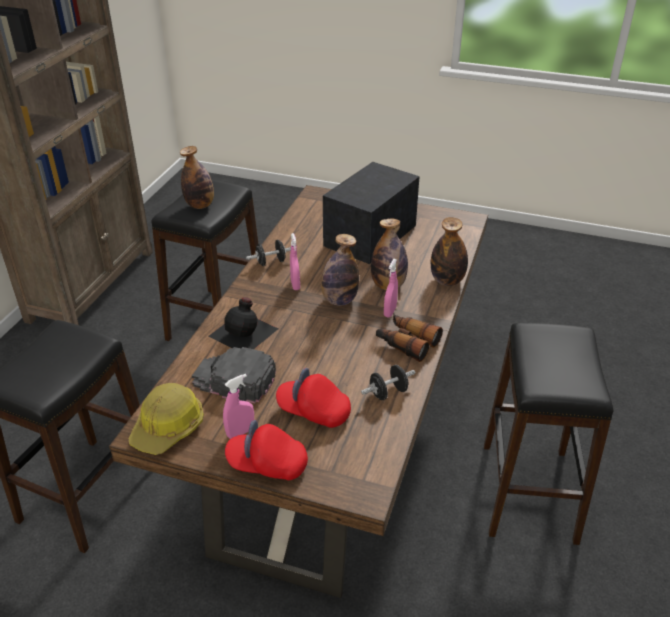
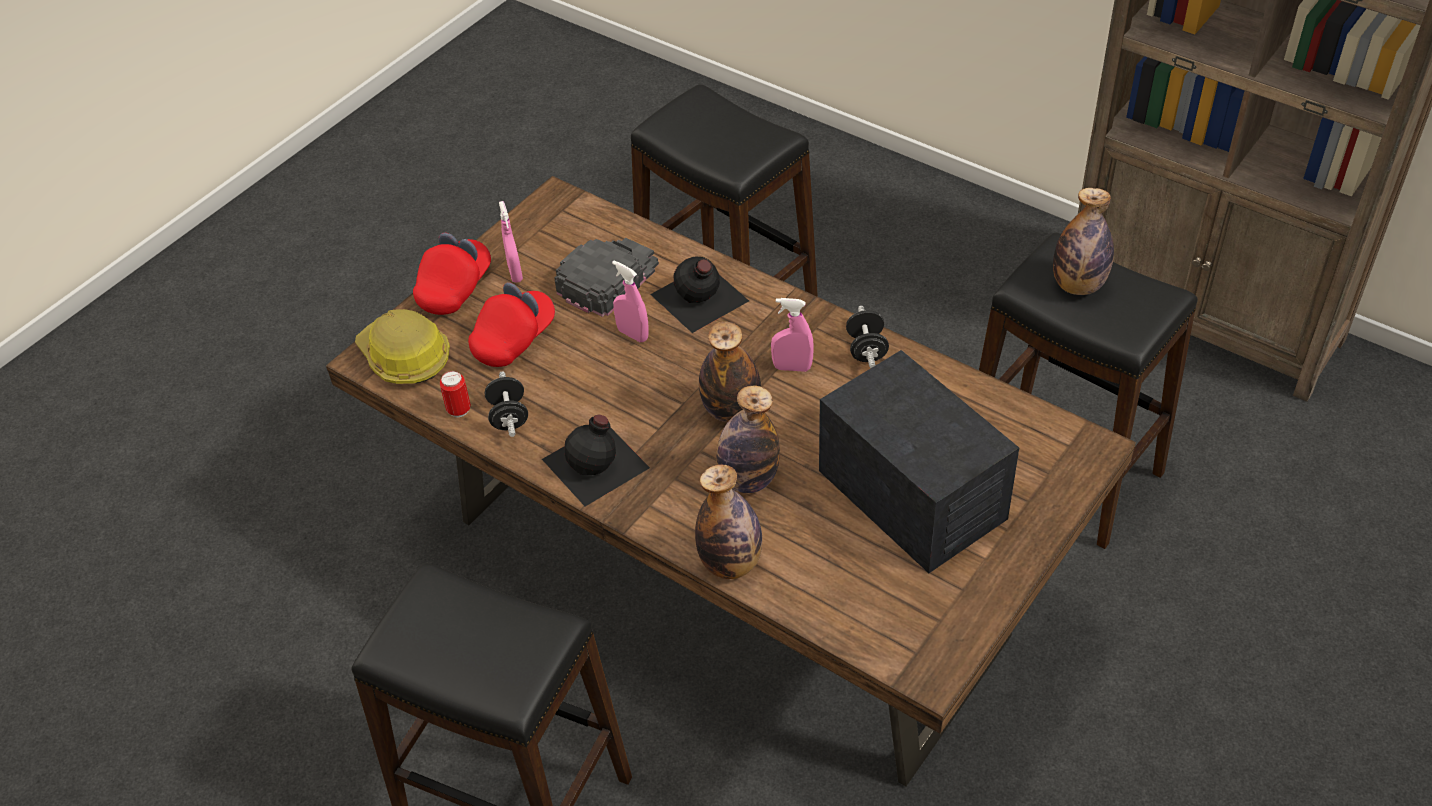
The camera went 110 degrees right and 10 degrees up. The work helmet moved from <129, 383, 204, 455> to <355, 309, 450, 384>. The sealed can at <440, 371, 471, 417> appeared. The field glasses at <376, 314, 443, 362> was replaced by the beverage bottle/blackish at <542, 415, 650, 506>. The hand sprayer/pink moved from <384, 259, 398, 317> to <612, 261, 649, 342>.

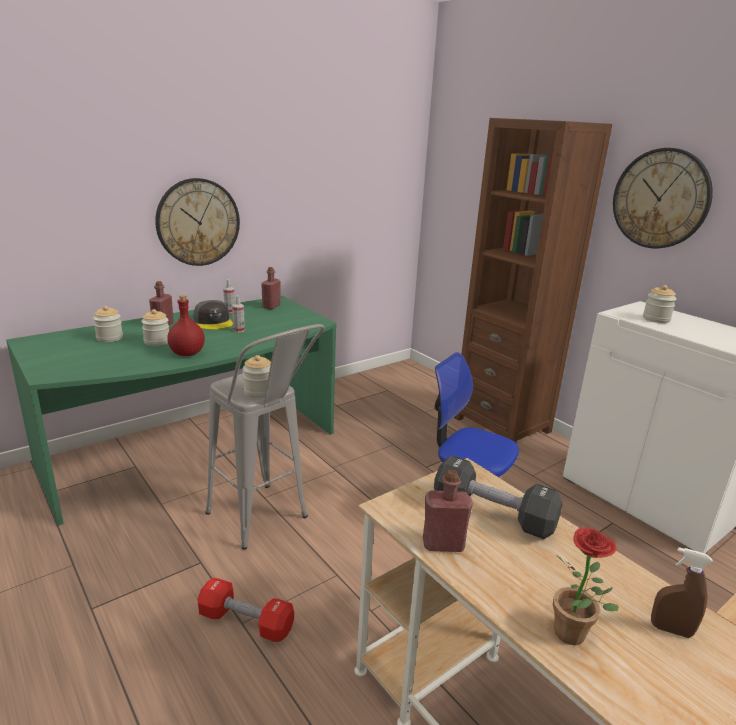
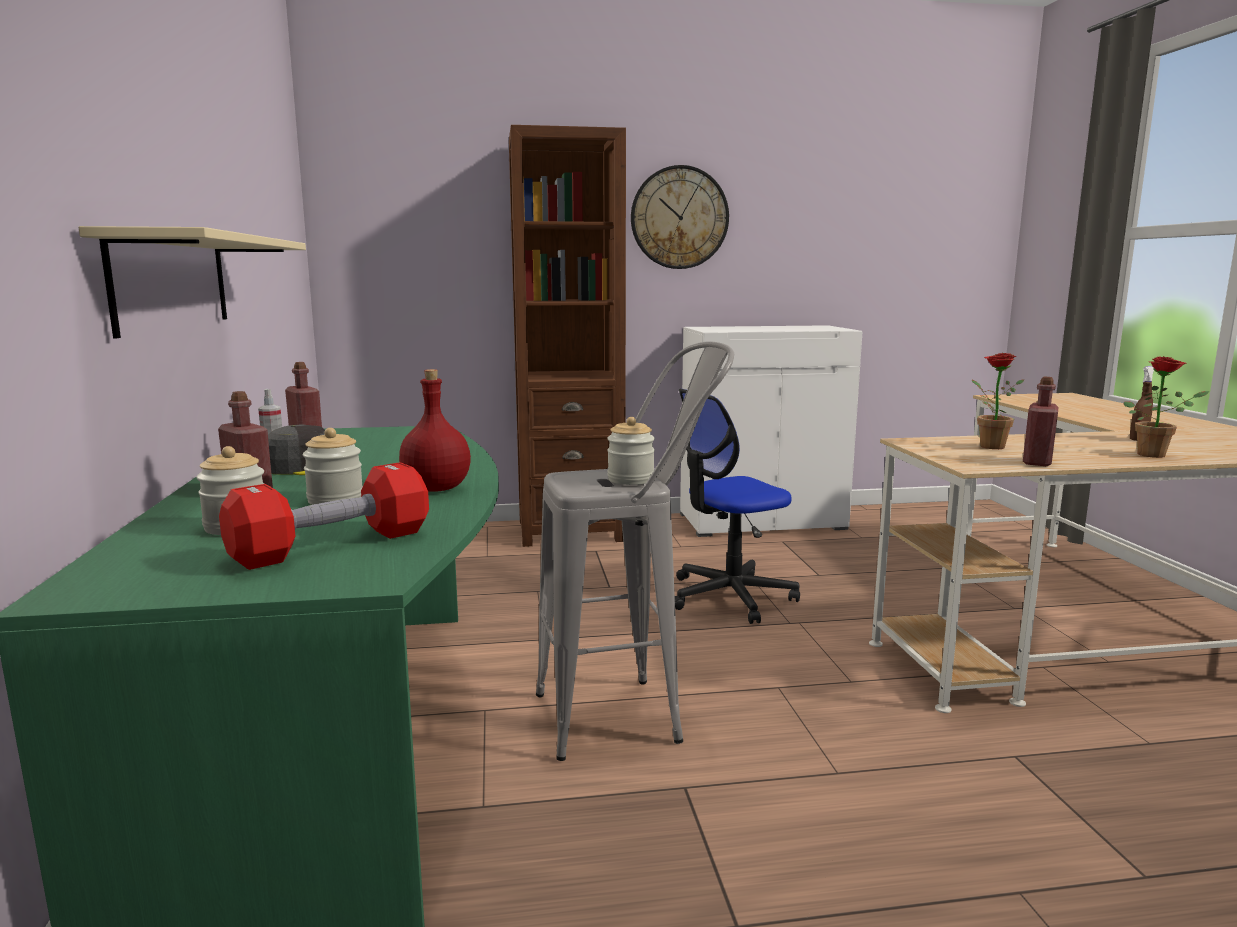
The camera went 60 degrees left and 10 degrees down. The hanging clock at <155, 178, 240, 266> was replaced by the shelf/beige-coloured at <78, 226, 306, 339>. The dumbbell/red moved from <197, 578, 294, 642> to <219, 462, 429, 570>. The dumbbell/blackish at <434, 455, 563, 539> was replaced by the potted plant at <972, 353, 1025, 449>. The hand sprayer at <232, 295, 245, 332> disappeared. The jar at <643, 285, 677, 323> disappeared.

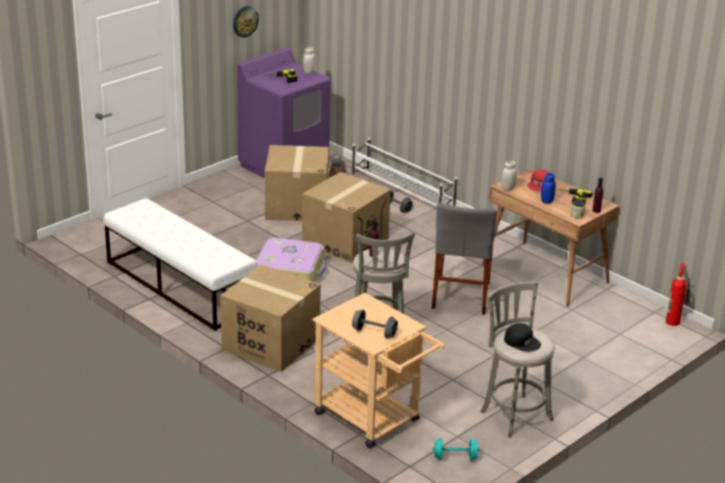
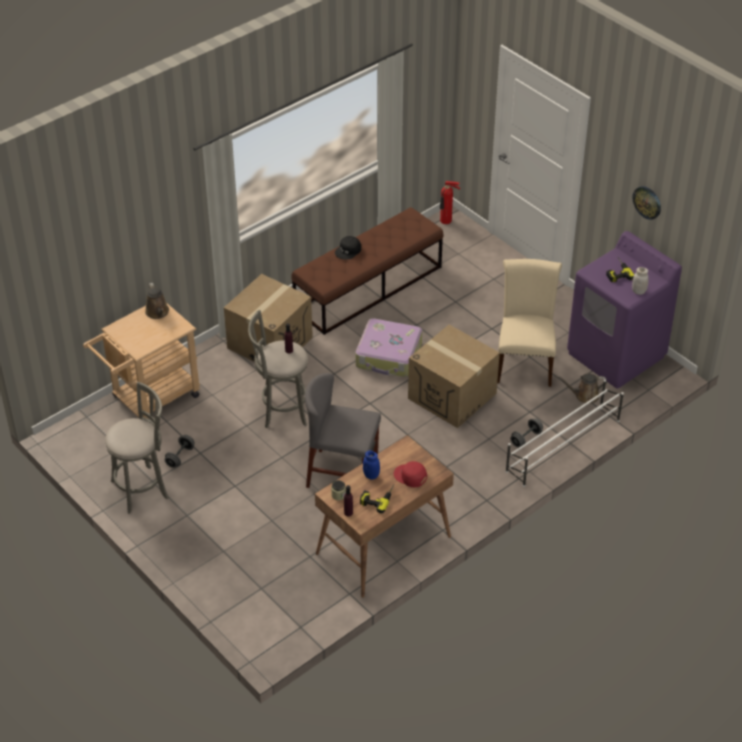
The camera went 95 degrees right and 15 degrees up. The sprinkling can/brownish at <145, 283, 169, 319> appeared. The dumbbell/grey moved from <352, 310, 398, 338> to <165, 435, 194, 468>. The indoor bench/white at <103, 198, 258, 331> became the indoor bench/brownish at <291, 207, 443, 335>. The peaked cap/blackish moved from <504, 323, 541, 352> to <335, 236, 361, 260>. The fire-fighting cylinder moved from <666, 263, 690, 326> to <440, 181, 460, 224>. The packing box at <265, 145, 329, 221> was replaced by the upright chair/beige-coloured at <497, 259, 562, 387>. The dumbbell/blue-green at <433, 438, 479, 460> disappeared. The jar/white at <501, 161, 517, 191> disappeared.

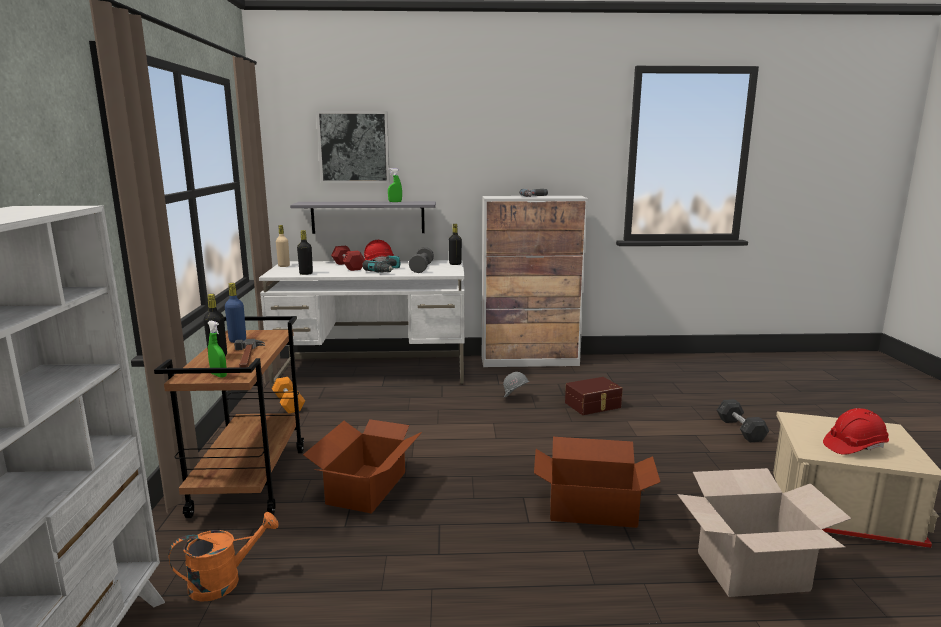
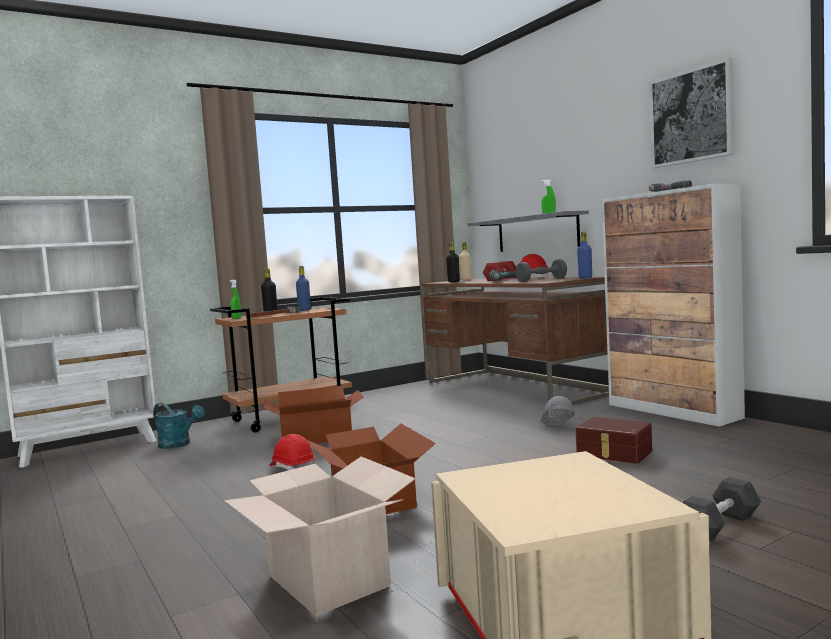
The camera went 60 degrees right and 10 degrees down. The sprinkling can/orangey at <168, 512, 279, 602> became the sprinkling can/blue-green at <153, 403, 205, 449>. The work helmet/red moved from <823, 408, 889, 455> to <269, 434, 315, 470>. The desk unit/white at <259, 260, 465, 387> became the desk unit/brownish at <422, 277, 609, 405>. The beverage bottle/blackish at <449, 224, 462, 265> became the beverage bottle/blue at <577, 232, 592, 279>. The picture moved from <316, 111, 390, 183> to <649, 57, 735, 168>. The dumbbell/orangey at <272, 377, 305, 413> disappeared.

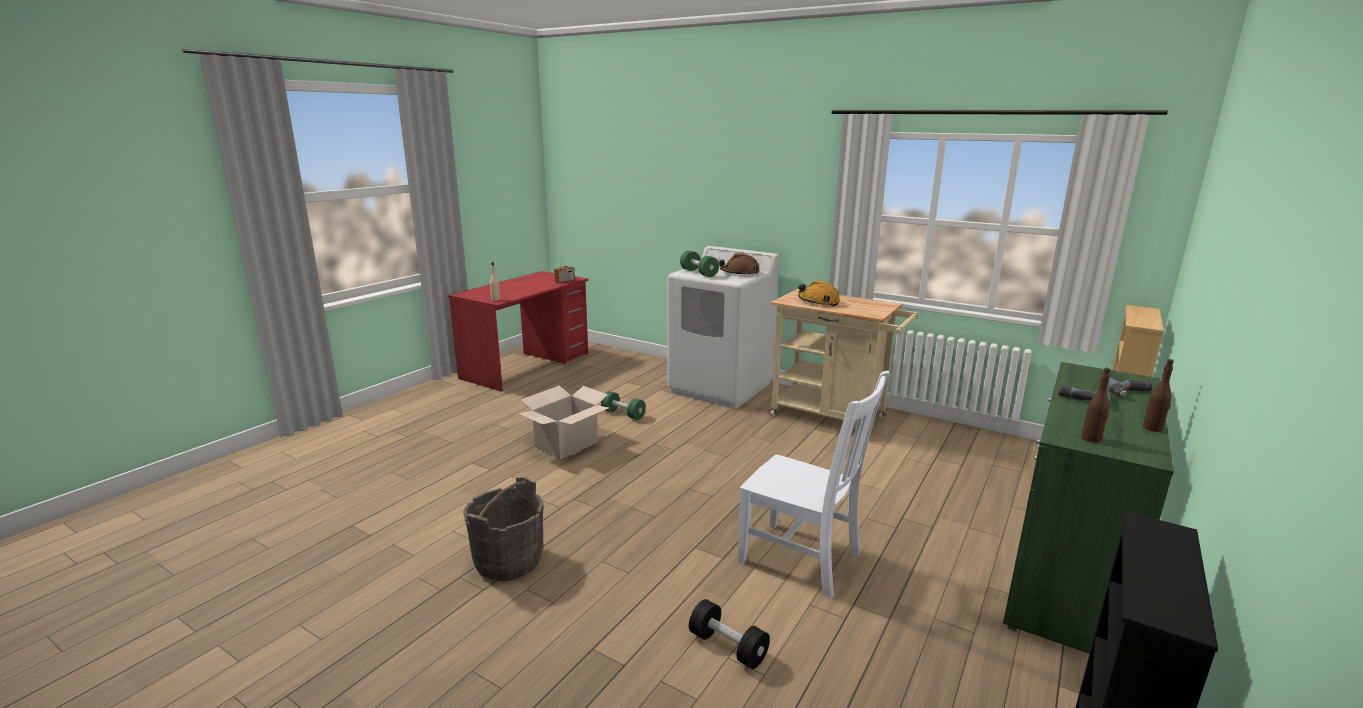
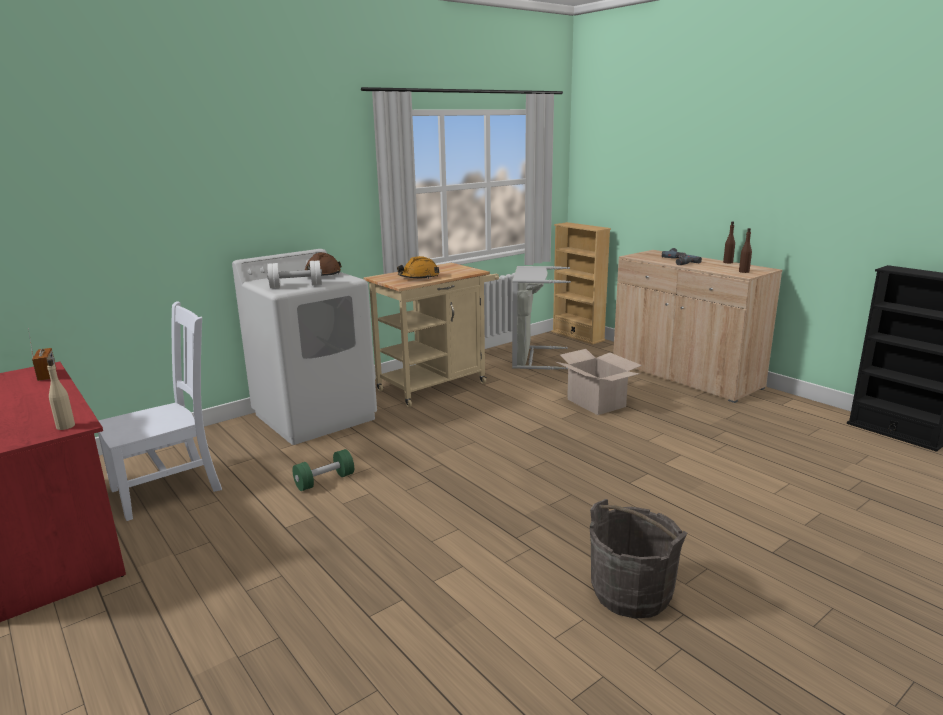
The camera went 70 degrees left and 0 degrees up. The upright chair/white moved from <737, 371, 889, 598> to <98, 301, 222, 521>. The dumbbell/greenish at <680, 251, 719, 277> became the dumbbell/white at <267, 260, 322, 288>. The hamper/grey at <512, 266, 571, 370> appeared. The packing box moved from <518, 385, 609, 459> to <556, 349, 642, 415>. The cabinet/greenish at <1003, 362, 1174, 654> became the cabinet/beige-coloured at <613, 250, 782, 403>. The dumbbell/blackish at <689, 599, 770, 669> disappeared.

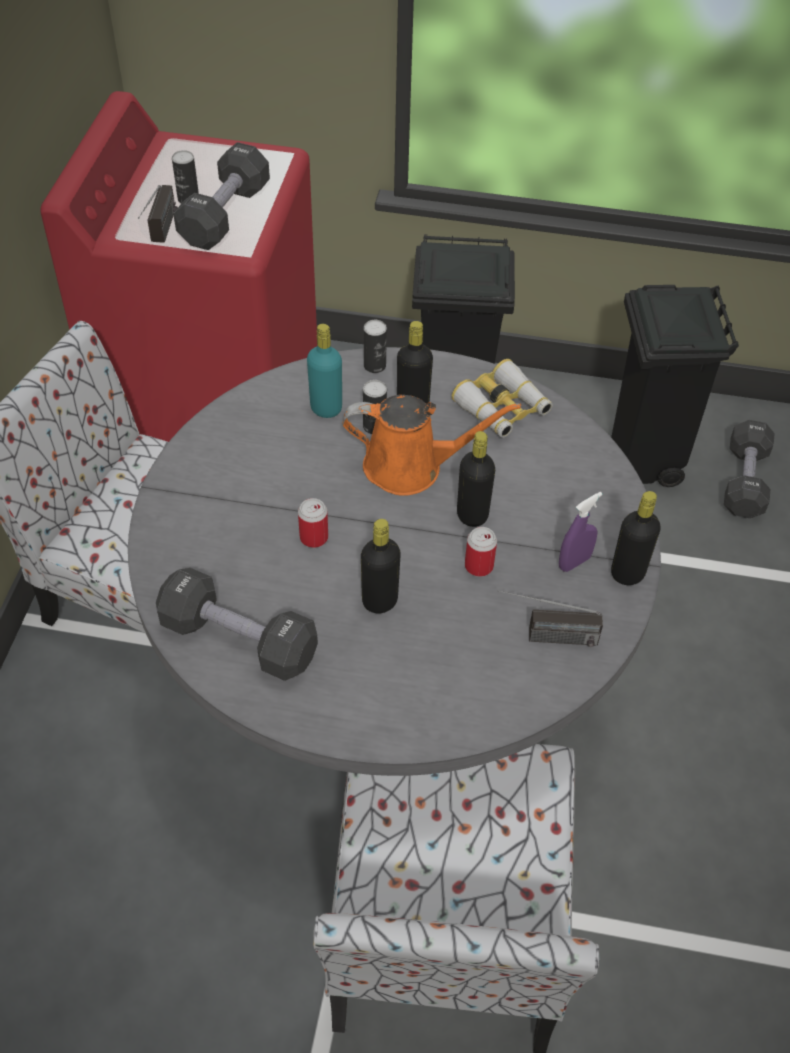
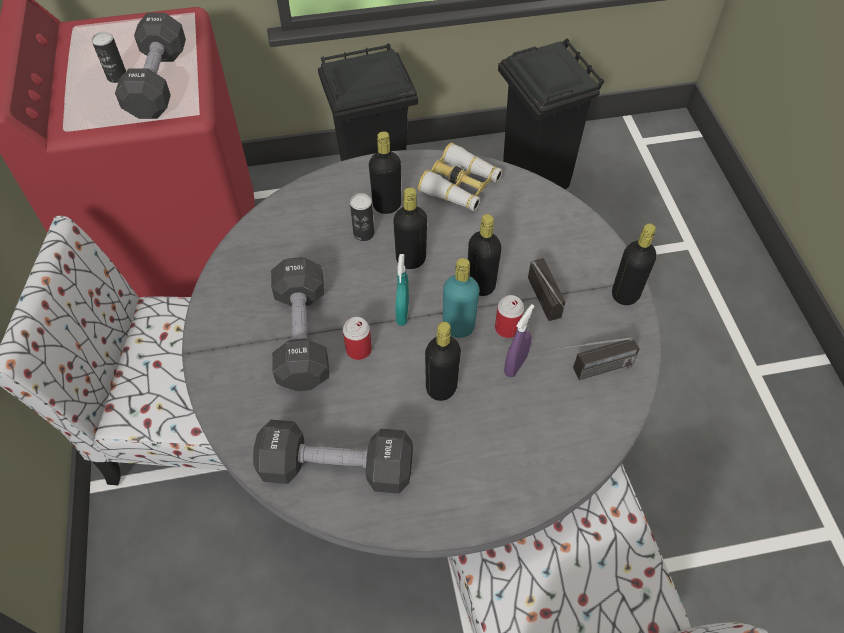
The camera went 20 degrees left and 5 degrees up. The dumbbell/blackish moved from <724, 420, 774, 518> to <271, 257, 329, 391>. The sprinkling can/orangey at <343, 395, 521, 496> was replaced by the beverage bottle/blackish at <393, 187, 427, 269>. The hand sprayer/blue-green at <396, 254, 409, 326> appeared. The beverage bottle/blue-green moved from <307, 324, 342, 418> to <443, 258, 480, 338>. The hand sprayer/purple-coloured moved from <559, 492, 602, 572> to <504, 304, 534, 377>. The radio moved from <138, 185, 178, 243> to <528, 258, 571, 321>. The sealed can at <364, 320, 387, 373> disappeared.

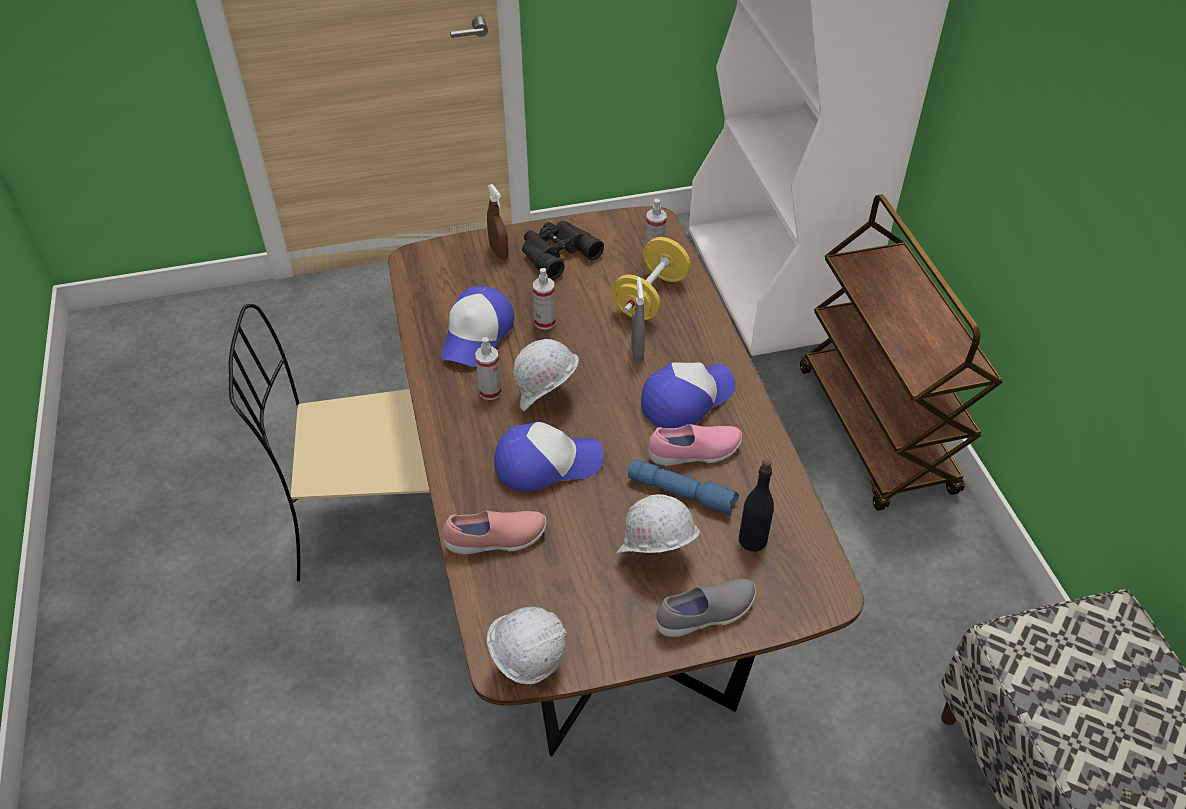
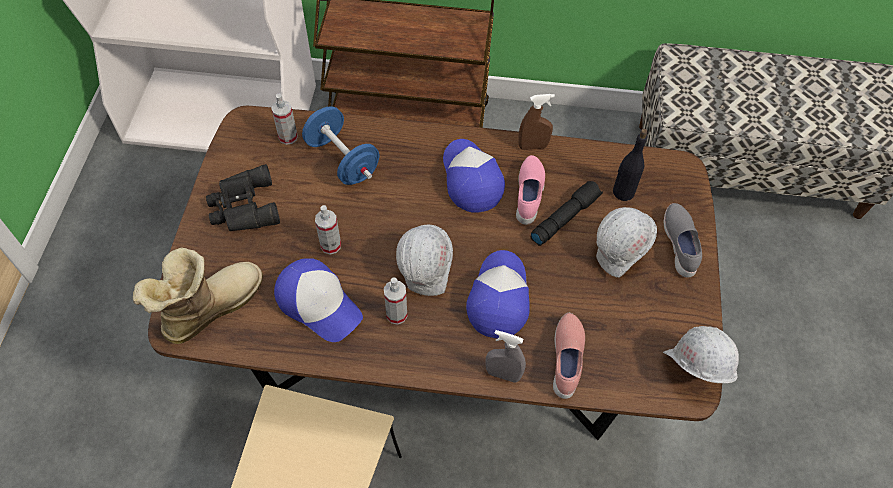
The camera went 70 degrees left and 10 degrees up. The boot at <133, 248, 263, 344> appeared. The dumbbell/yellow-coloured at <612, 237, 691, 320> became the dumbbell/blue at <302, 106, 379, 185>. The hand sprayer/grey moved from <631, 277, 645, 362> to <485, 330, 526, 383>. The hand sprayer/brownish moved from <487, 184, 509, 259> to <518, 94, 555, 150>. The flashlight/blue at <628, 459, 739, 515> became the flashlight/blackish at <531, 181, 603, 246>.

